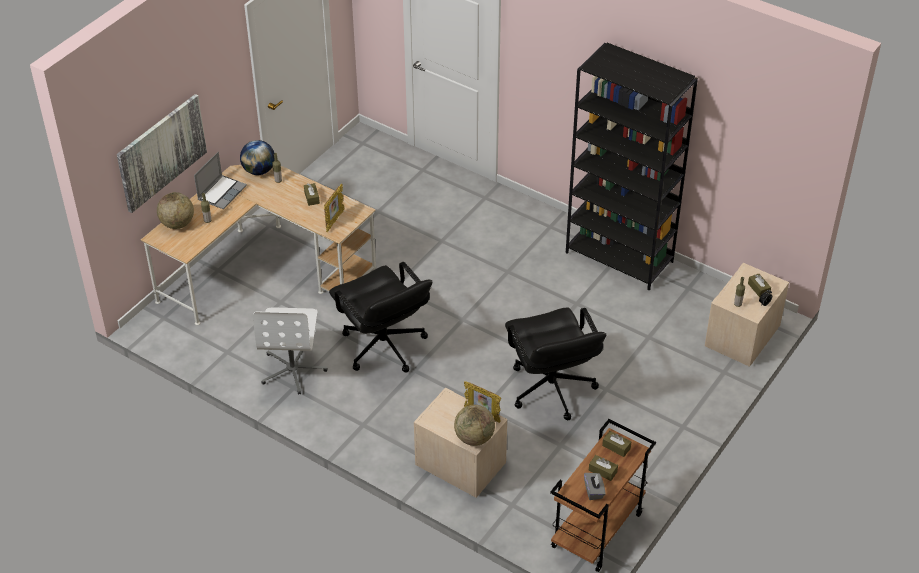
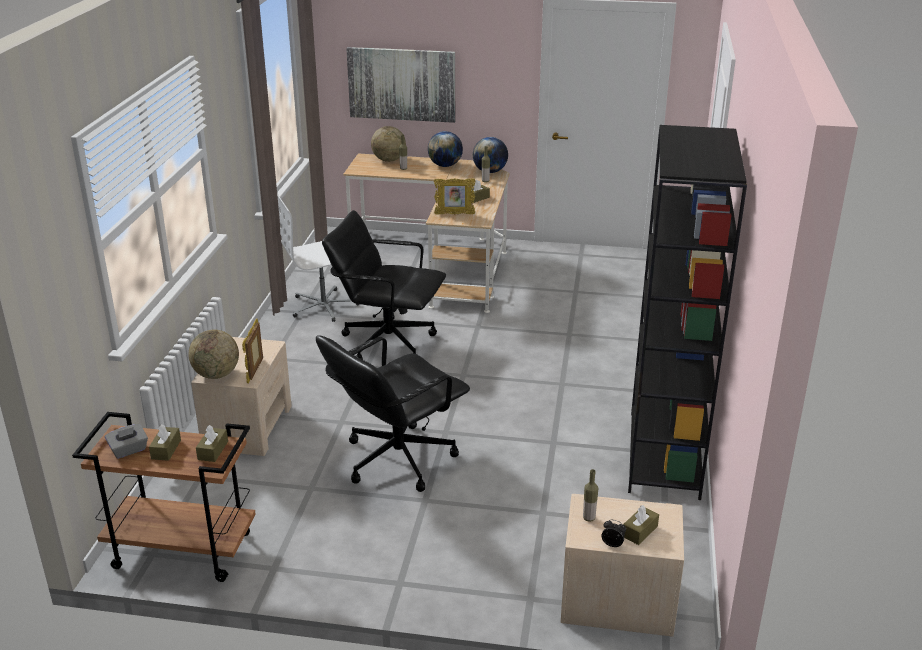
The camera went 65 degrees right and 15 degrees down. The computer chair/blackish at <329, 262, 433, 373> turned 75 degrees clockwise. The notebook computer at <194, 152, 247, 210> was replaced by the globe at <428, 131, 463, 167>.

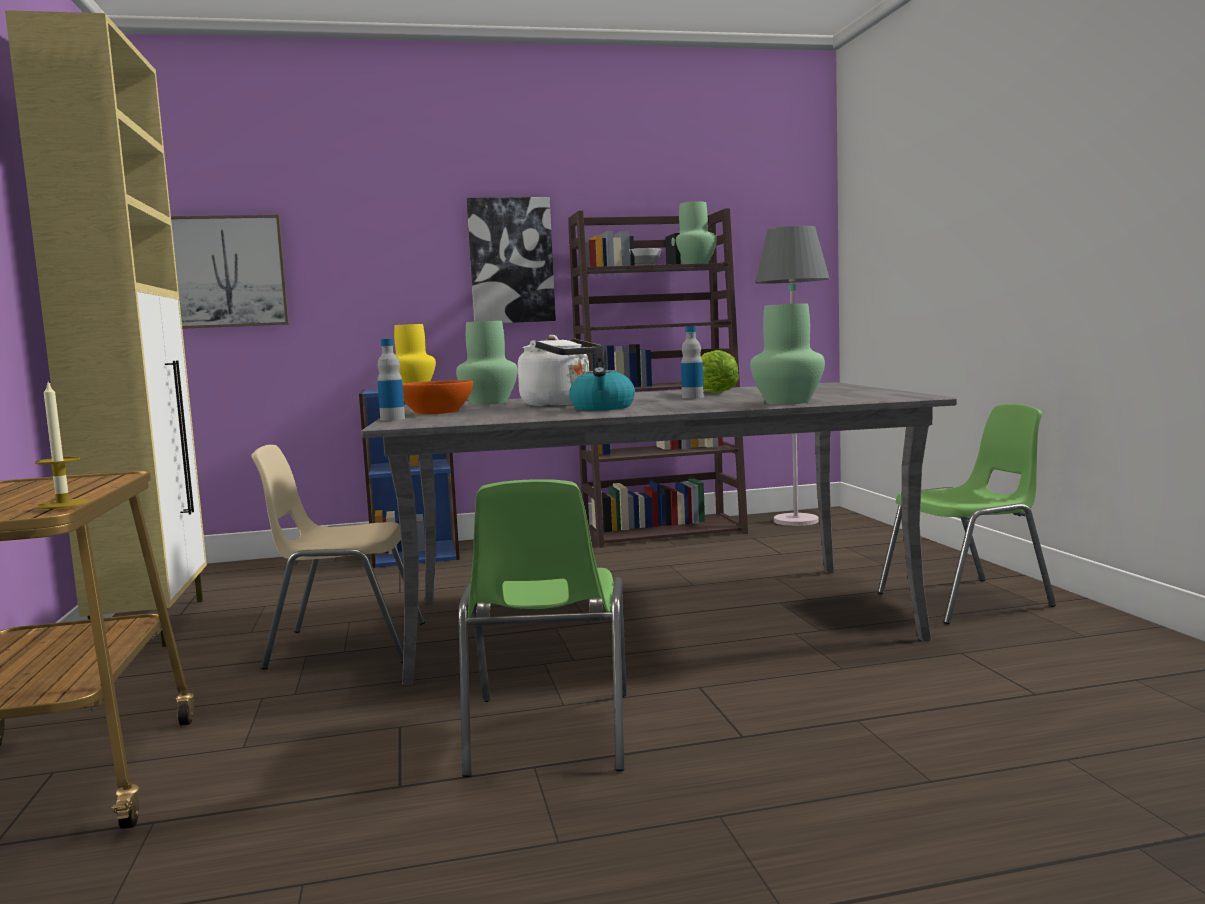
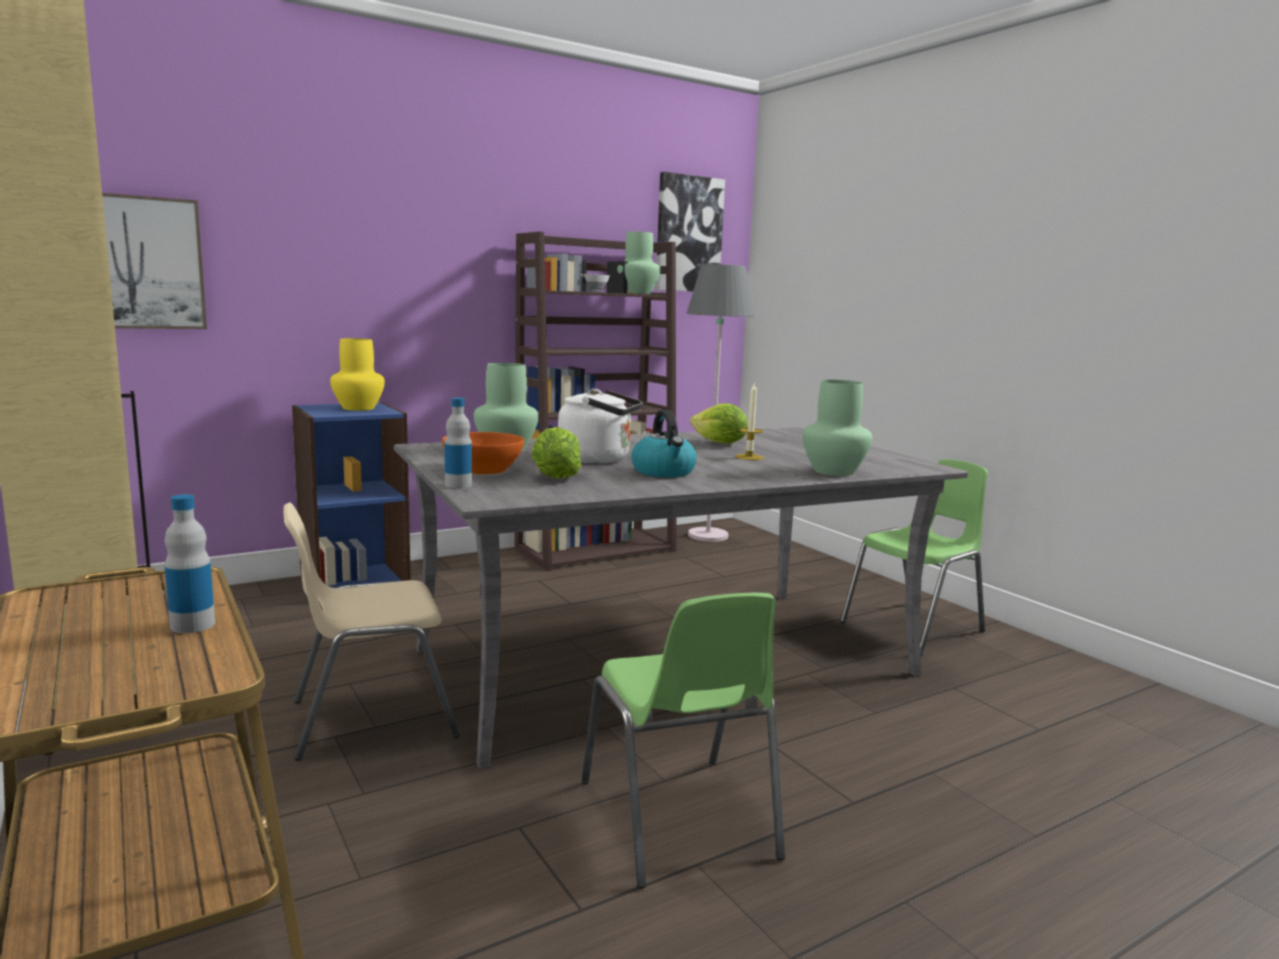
The camera went 20 degrees left and 5 degrees up. The beverage bottle moved from <681, 326, 704, 399> to <164, 494, 215, 633>. The lettuce at <532, 427, 581, 479> appeared. The picture moved from <467, 197, 556, 323> to <656, 172, 725, 291>. The wax light moved from <35, 383, 89, 509> to <735, 384, 763, 460>.

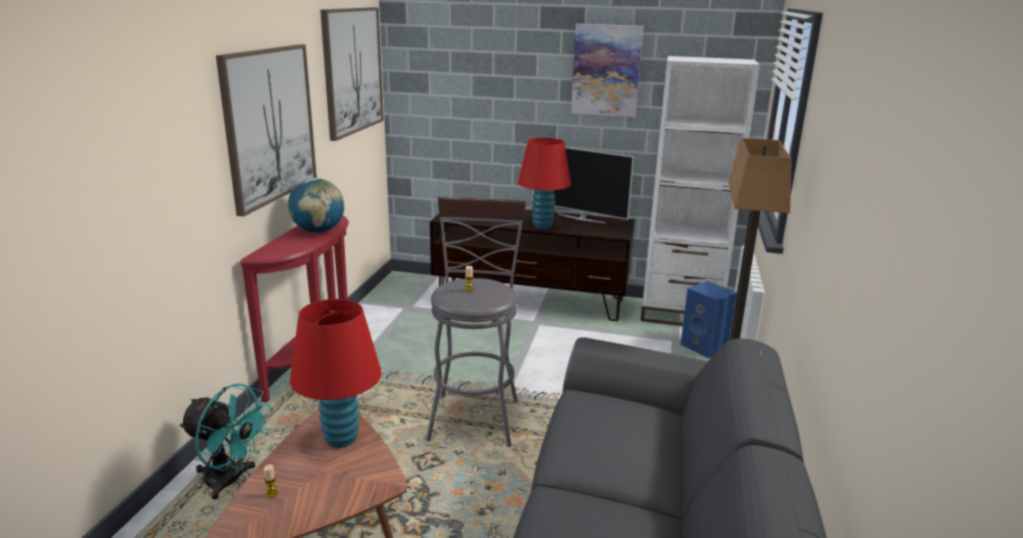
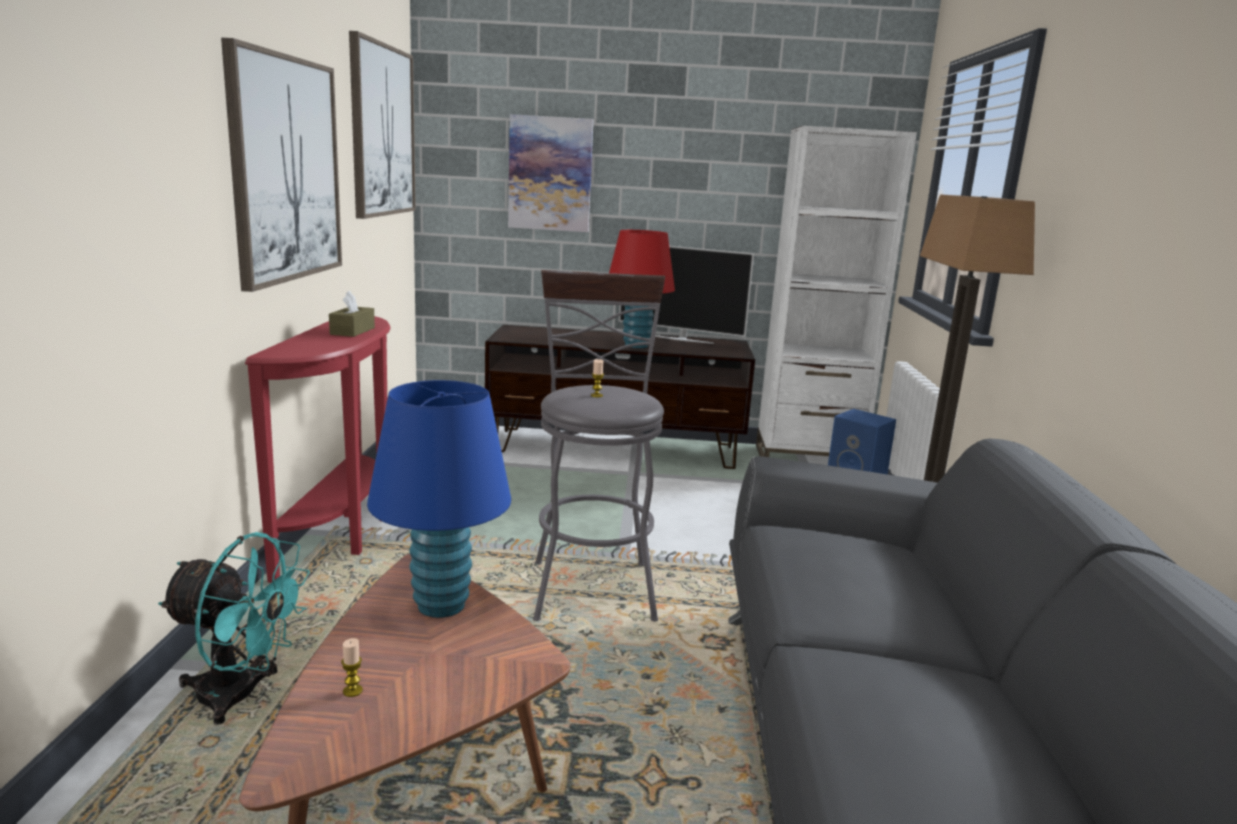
The camera went 10 degrees left and 5 degrees down. The globe at <288, 178, 344, 233> was replaced by the tissue holder/brownish at <329, 290, 375, 337>. The lamp for a table/red at <290, 299, 381, 448> became the lamp for a table/blue at <367, 380, 511, 618>. The picture moved from <571, 24, 643, 117> to <508, 114, 594, 232>.

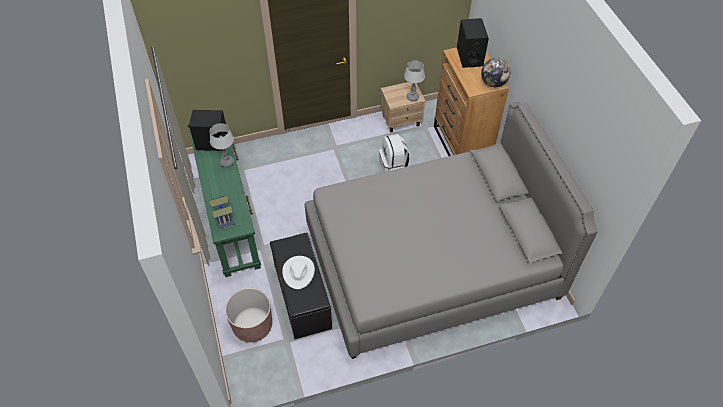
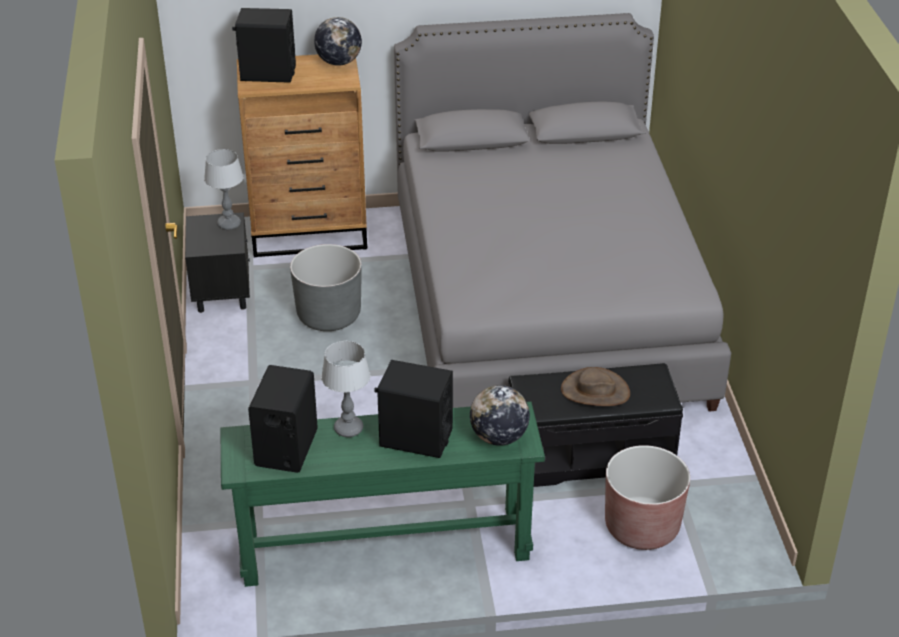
The camera went 80 degrees left and 15 degrees down. The nightstand/beige-coloured at <380, 82, 426, 133> became the nightstand/blackish at <185, 212, 250, 313>. The backpack/white at <379, 134, 410, 172> was replaced by the plant pot/grey at <290, 244, 362, 331>. The audio speaker/blackish at <374, 360, 453, 458> appeared. The lamp for a table at <209, 195, 235, 229> was replaced by the globe at <470, 385, 530, 446>. The clothing hat/white at <282, 256, 315, 289> became the clothing hat/brownish at <561, 367, 630, 406>.

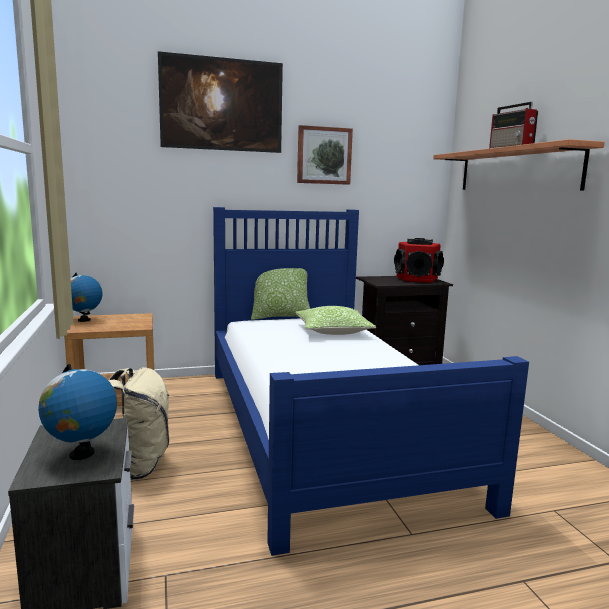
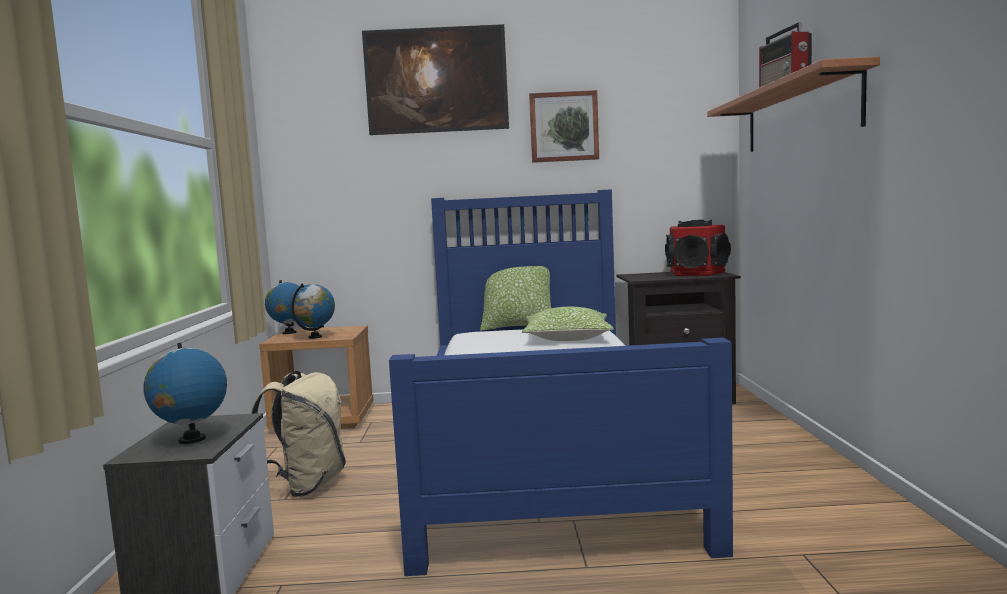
The camera went 15 degrees right and 5 degrees down. The globe at <290, 283, 335, 339> appeared.

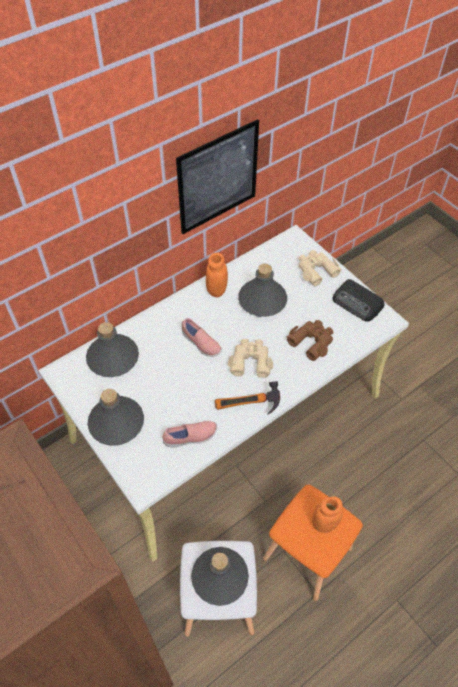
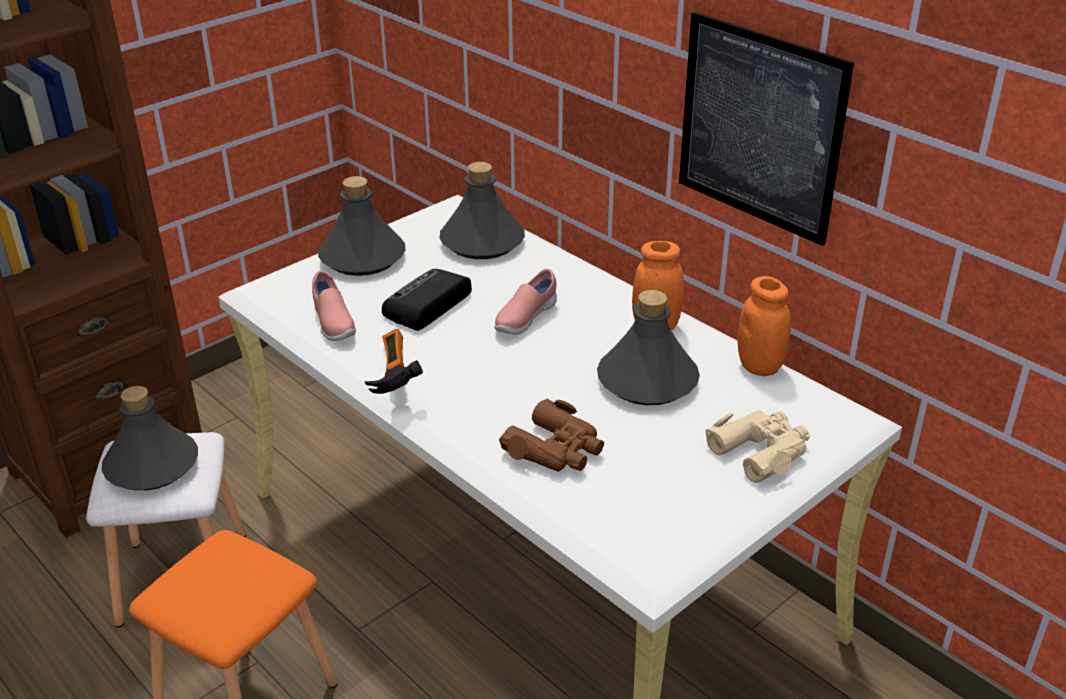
The camera went 85 degrees right and 20 degrees down. The radio moved from <333, 279, 385, 322> to <382, 269, 472, 331>. The jar/orangey moved from <312, 496, 343, 533> to <738, 276, 791, 376>. The field glasses/beige-coloured at <228, 339, 273, 378> disappeared.

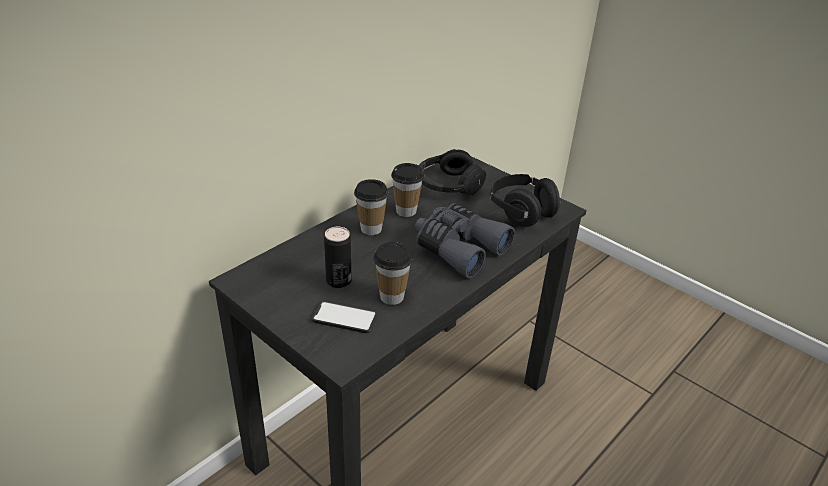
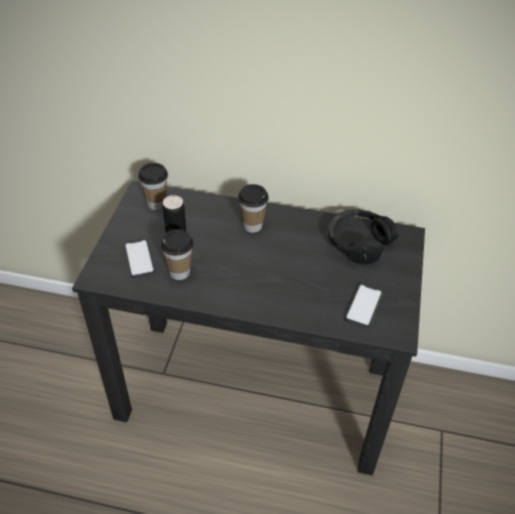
The camera went 60 degrees right and 10 degrees up. The drinking cup moved from <391, 163, 424, 217> to <138, 163, 168, 210>. The headphones/blackish at <490, 174, 562, 227> was replaced by the handset at <344, 283, 383, 328>. The field glasses/grey at <414, 203, 515, 278> disappeared.

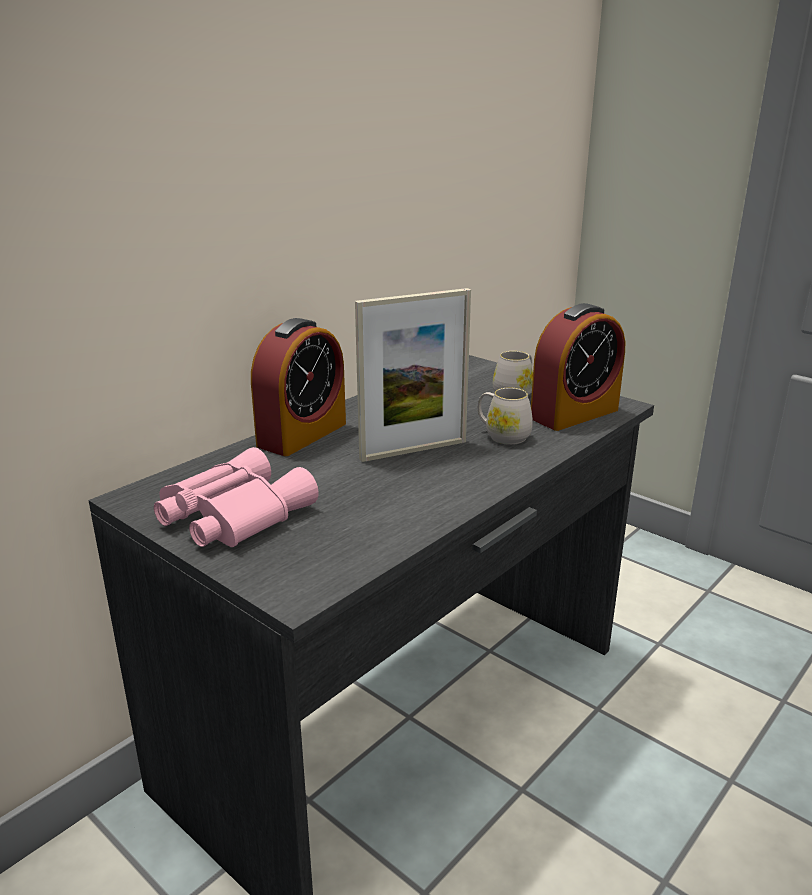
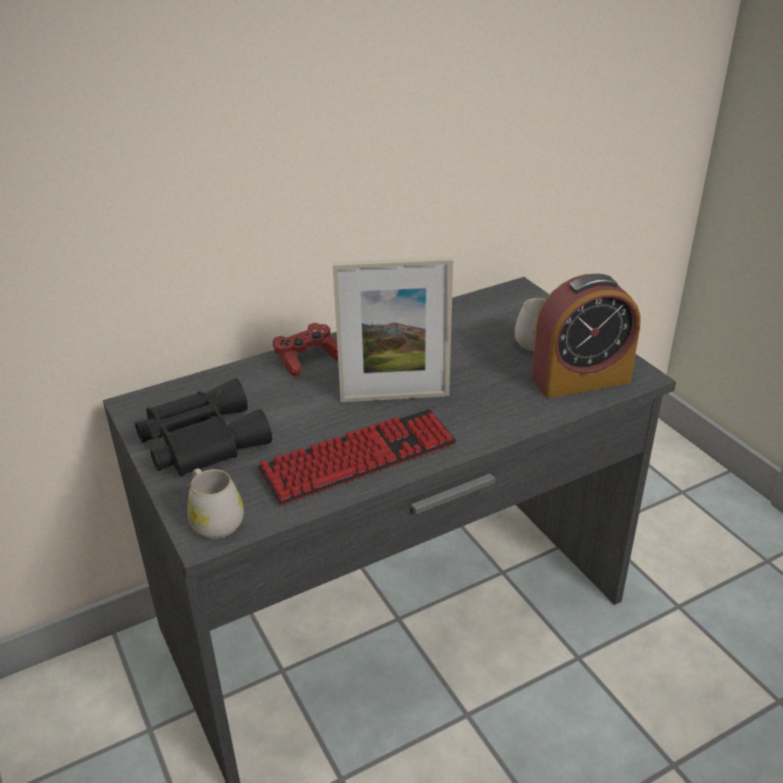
The camera went 20 degrees right and 10 degrees up. The field glasses/pink at <154, 447, 319, 547> became the field glasses/blackish at <135, 378, 272, 477>. The tea mug/white moved from <478, 387, 533, 445> to <187, 468, 244, 539>. The keyboard at <257, 409, 457, 506> appeared. The alarm clock at <251, 318, 346, 456> was replaced by the joypad/red at <273, 323, 338, 377>.

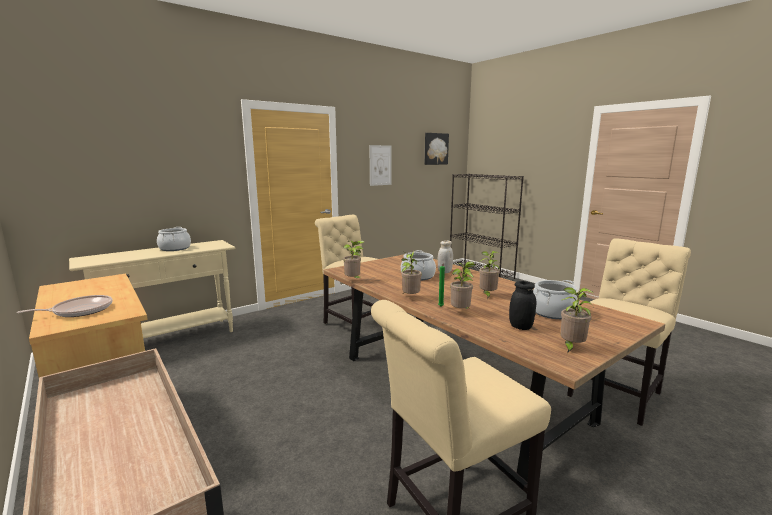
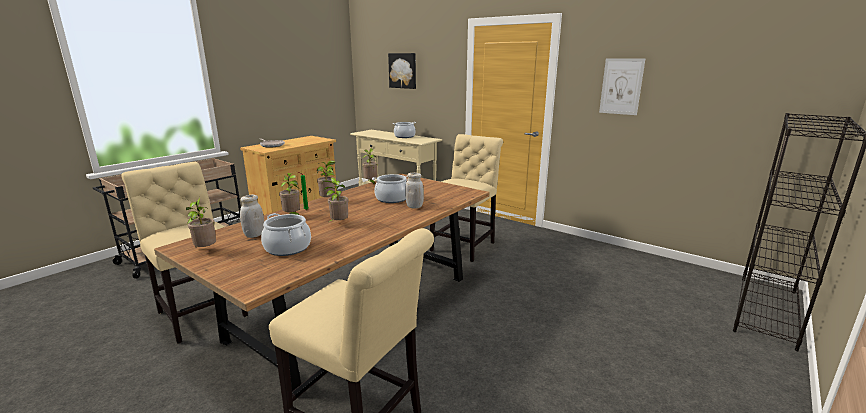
The camera went 75 degrees right and 5 degrees up. The jar/blackish at <509, 281, 536, 330> became the jar/white at <240, 195, 264, 238>. The picture moved from <425, 133, 449, 165> to <388, 53, 416, 89>.

